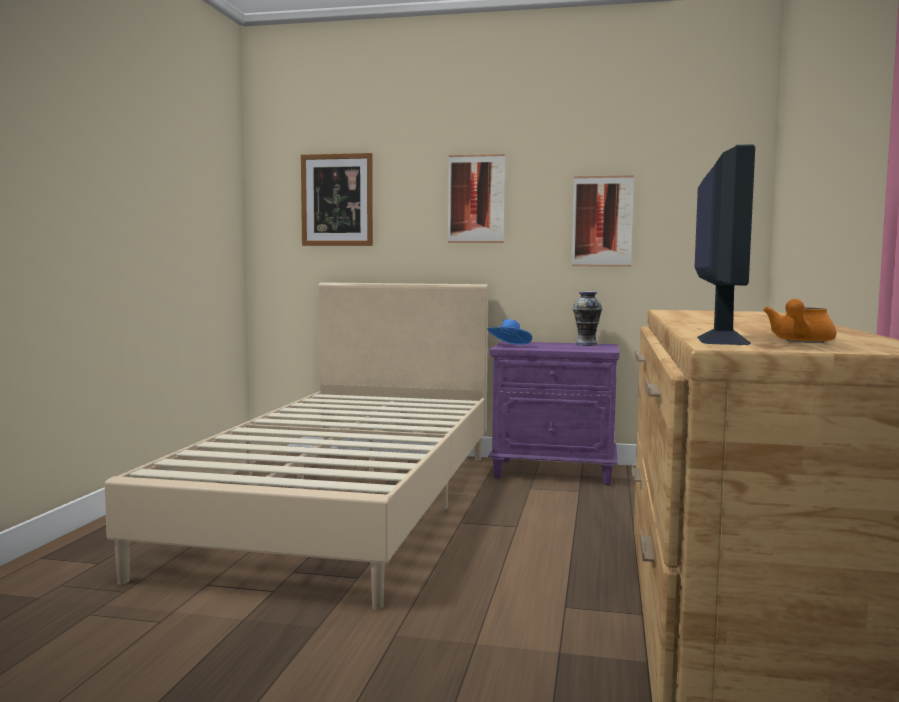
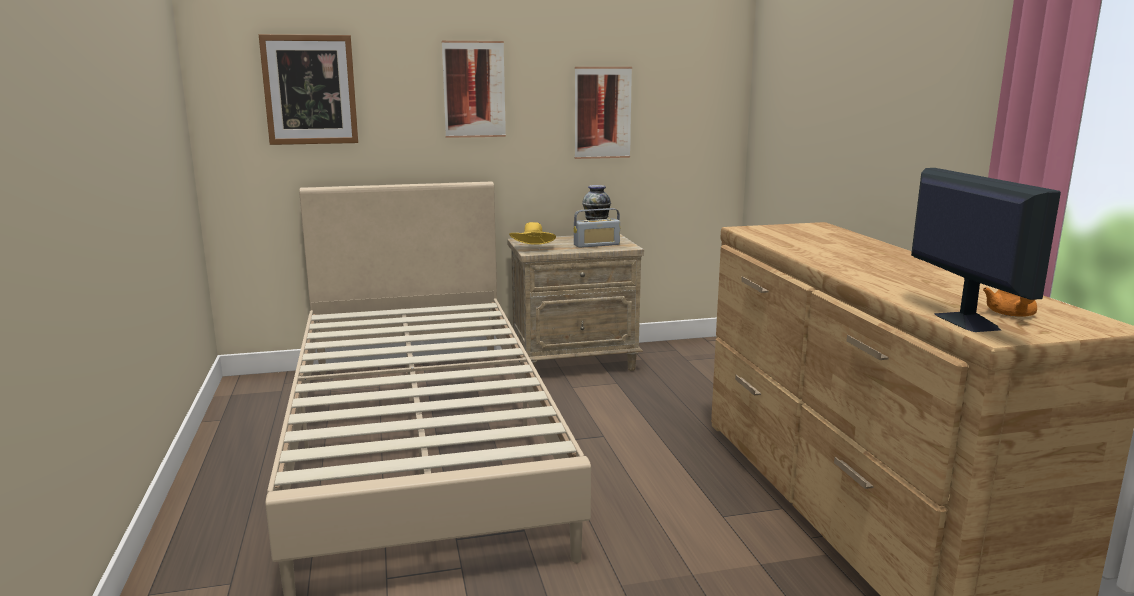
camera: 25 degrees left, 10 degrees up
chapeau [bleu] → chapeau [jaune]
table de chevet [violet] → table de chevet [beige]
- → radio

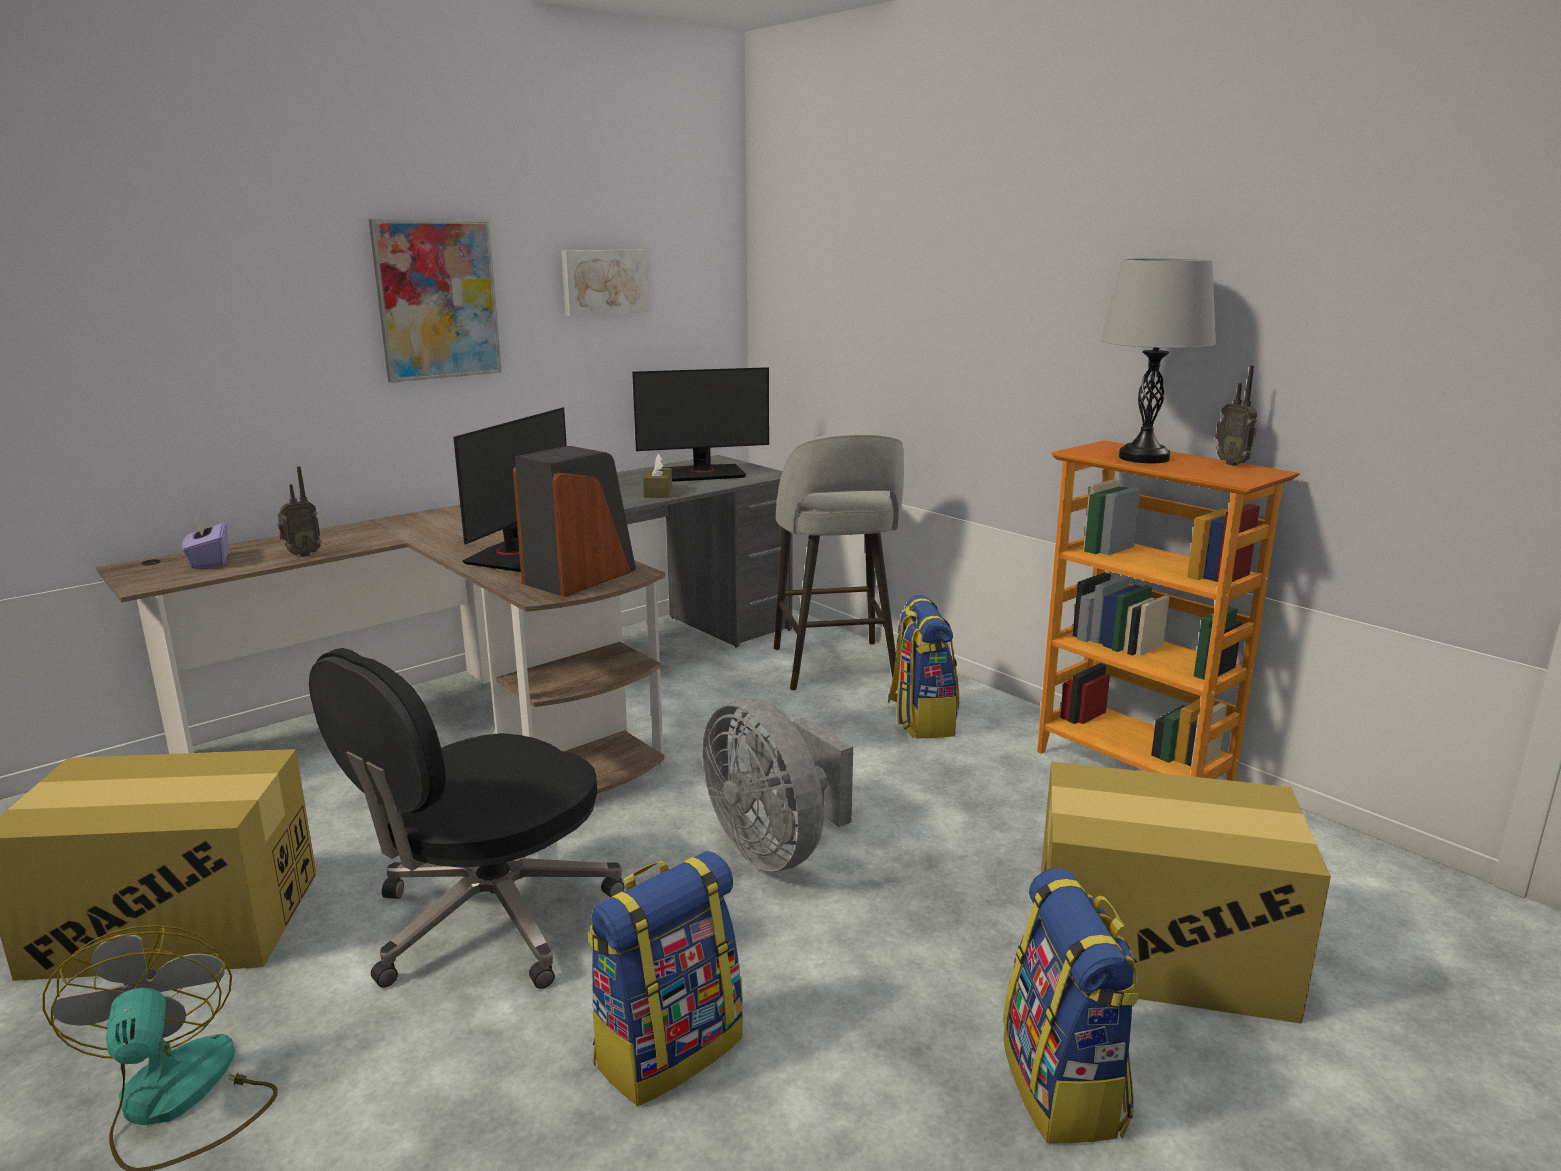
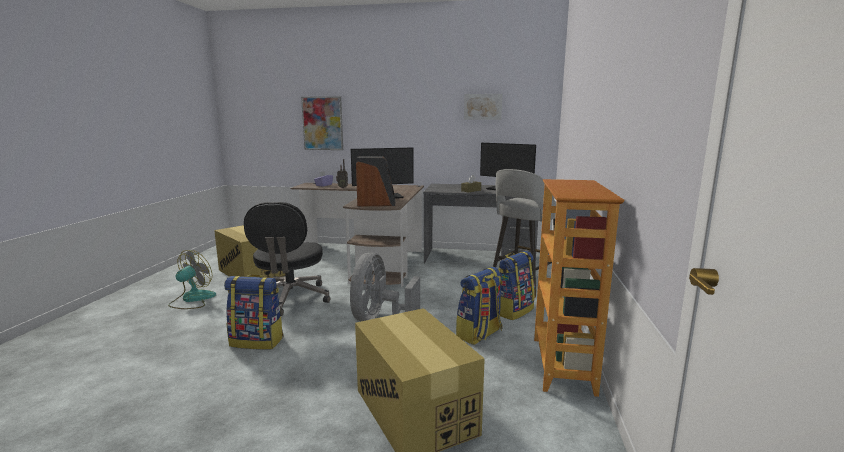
camera: 50 degrees right, 5 degrees down
chaise de bureau [noir], 90 degrees counterclockwise
tableau (1st from left), moved
sac à dos (3rd from left in the first image) → sac à dos (2nd from left), moved
lampe de table [gris] → -
radio (2nd from left) → -

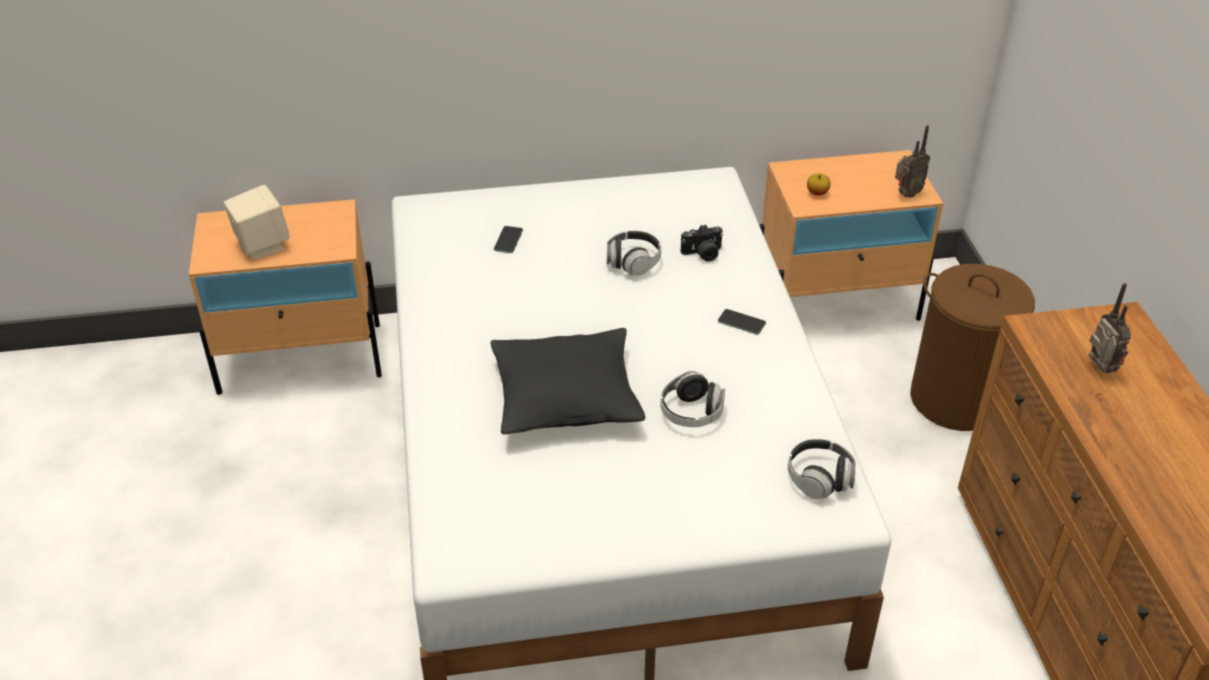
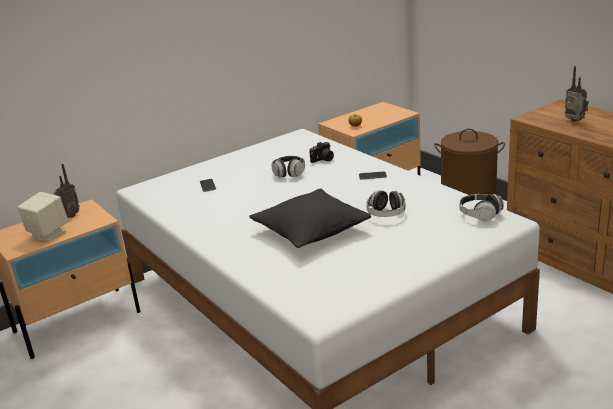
camera: 25 degrees left, 15 degrees down
radio (1st from left), moved

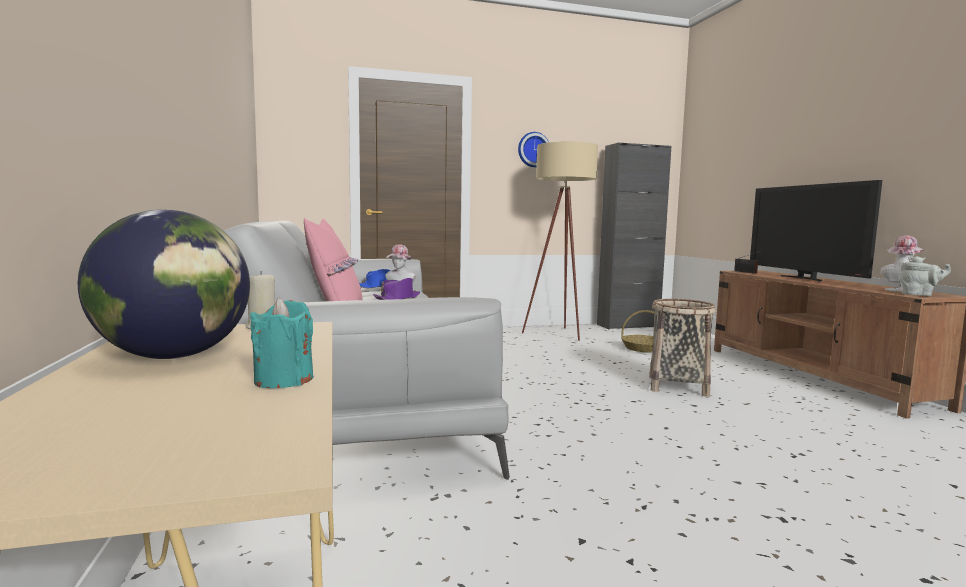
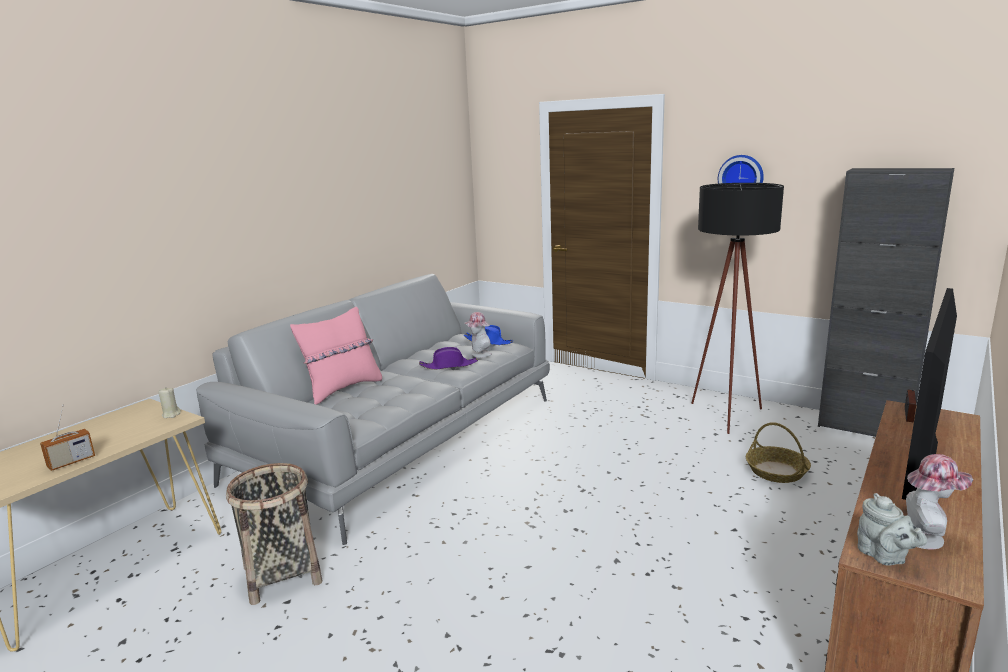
camera: 50 degrees right, 10 degrees up
globe → -
bougie [turquoise] → radio (1st from left)
lampadaire [beige] → lampadaire [noir]
panier (2nd from left in the first image) → panier (1st from left), moved

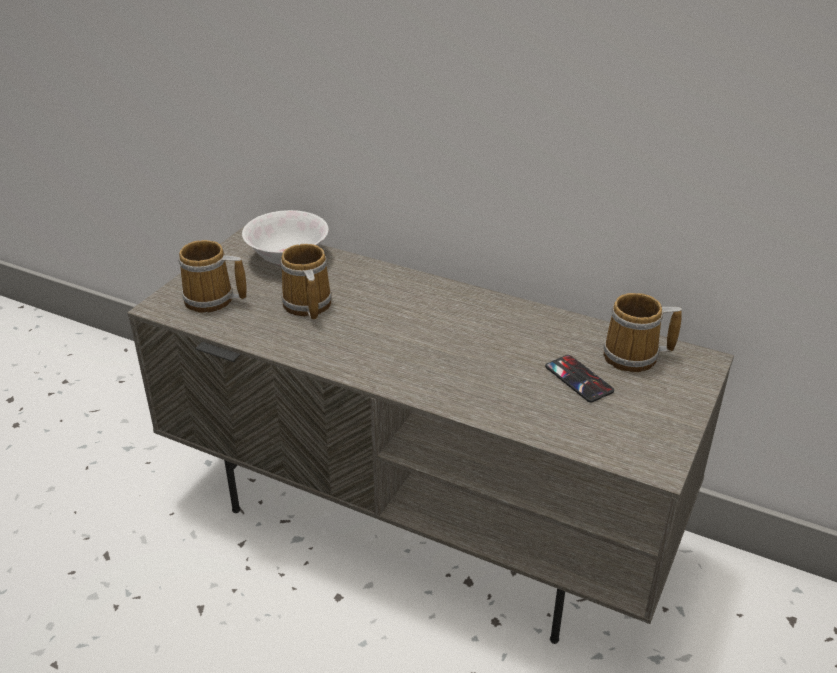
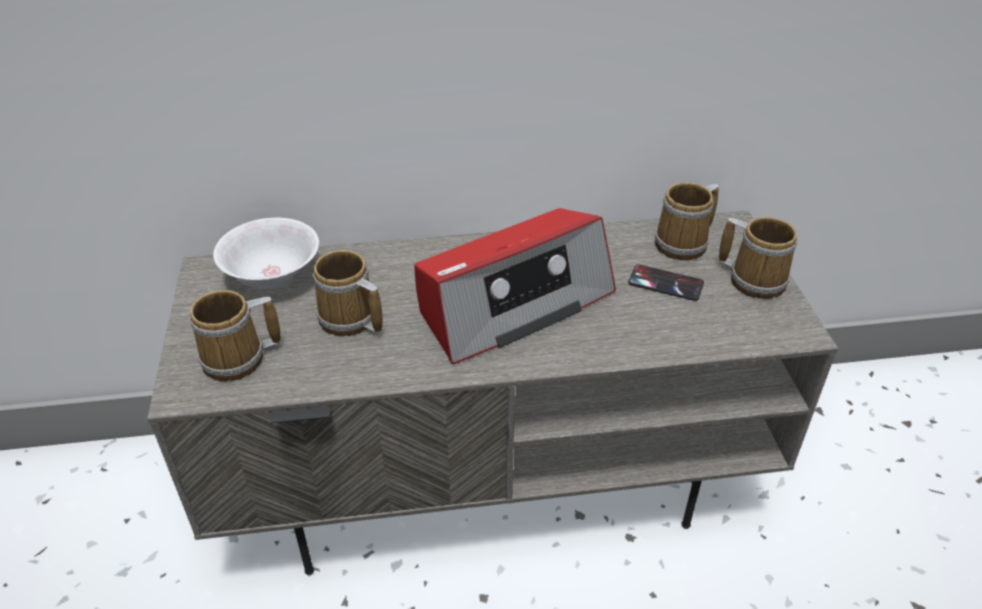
camera: 35 degrees left, 5 degrees up
- → radio
- → mug (4th from left)

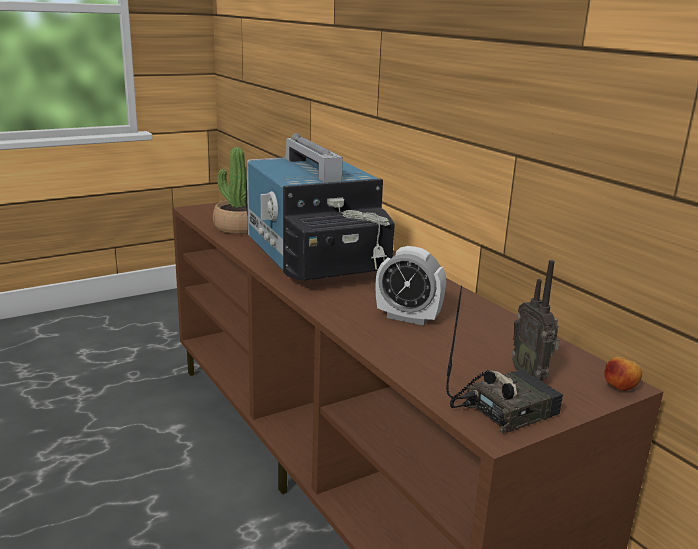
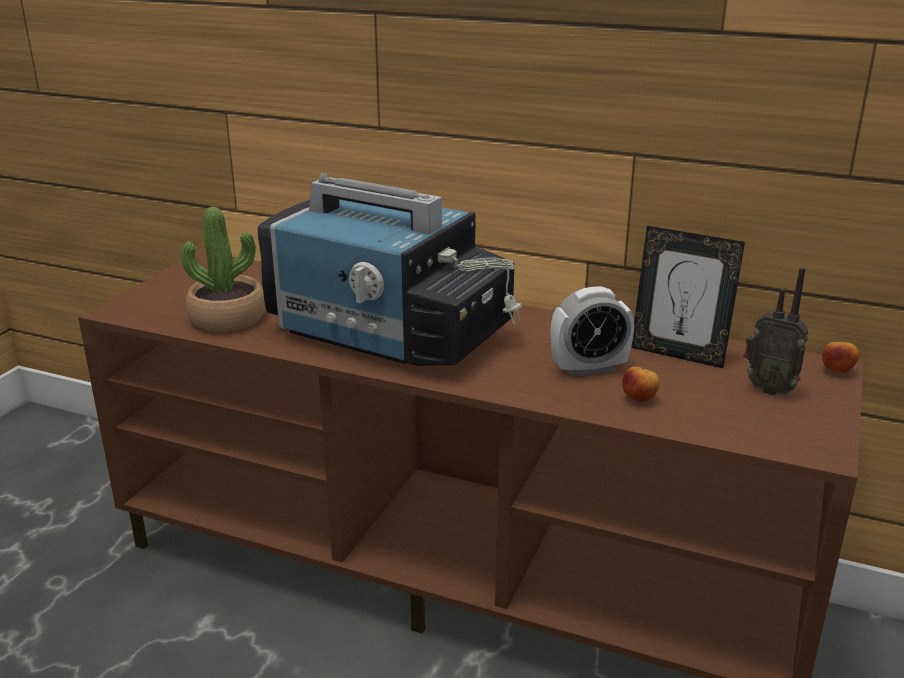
camera: 35 degrees left, 5 degrees up
radio (1st from left) → -
- → pomme (1st from left)
- → cadre photo

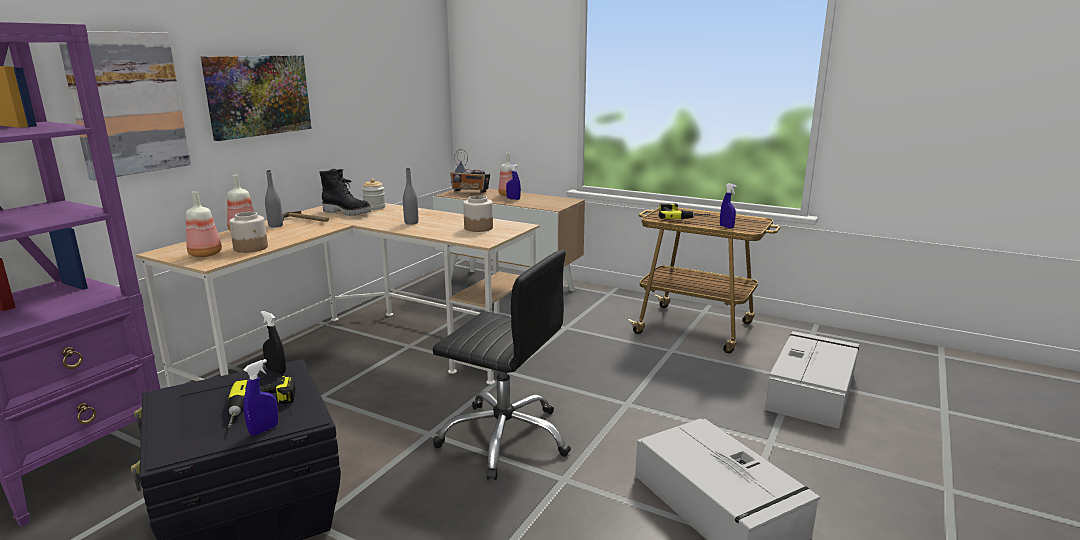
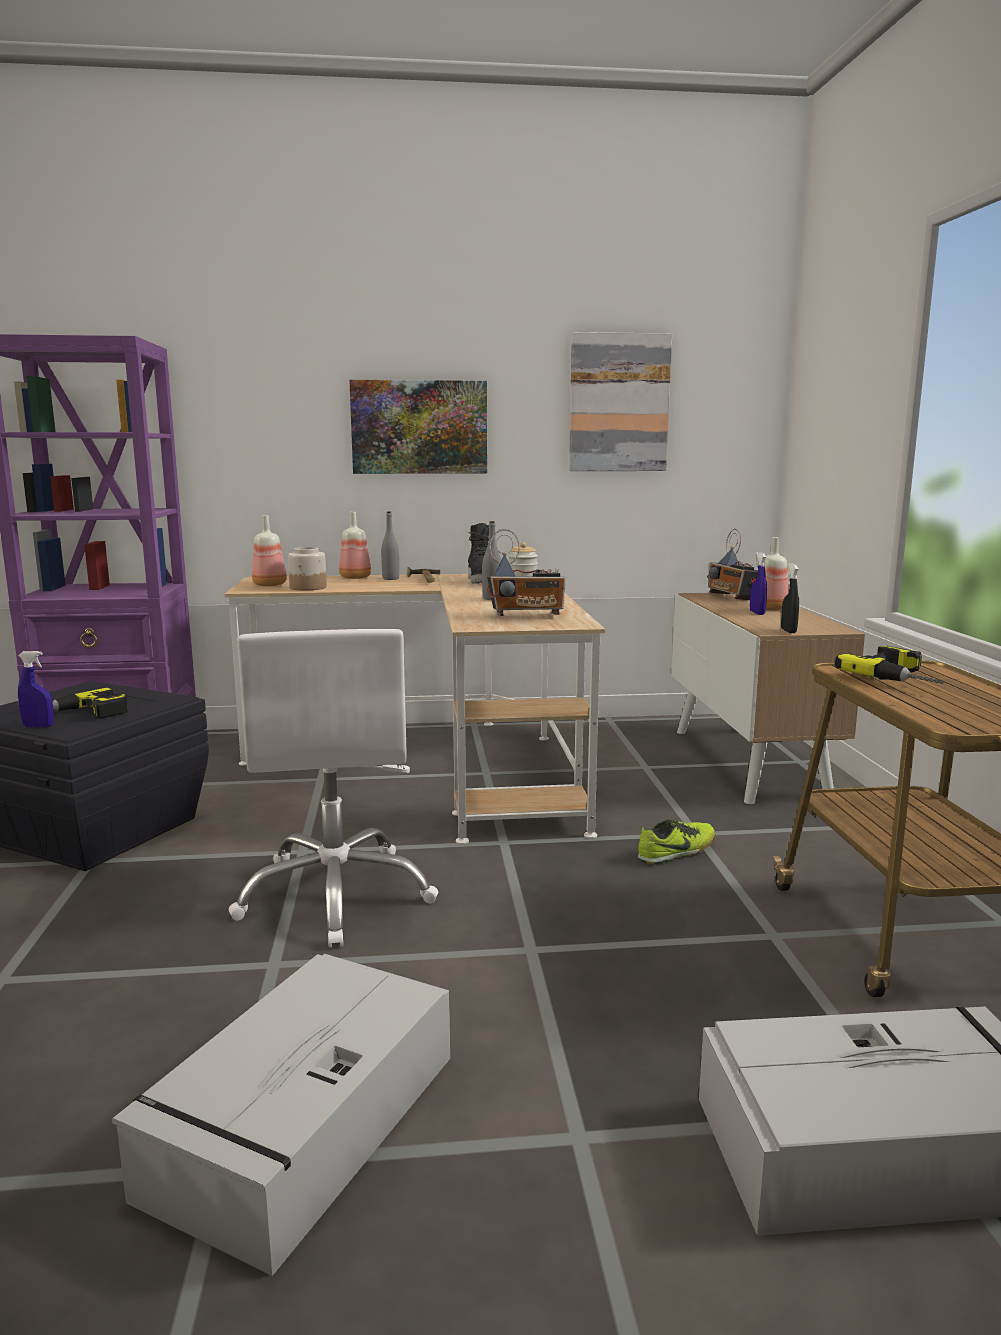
camera: 55 degrees right, 5 degrees down
tableau (1st from left in the first image) → tableau (2nd from left), moved
vaporisateur [noir], moved
chaise de bureau [noir] → chaise de bureau [blanc]
bocal (3rd from left) → radio (1st from left)
vaporisateur [bleu] (3rd from left) → -
- → chaussure

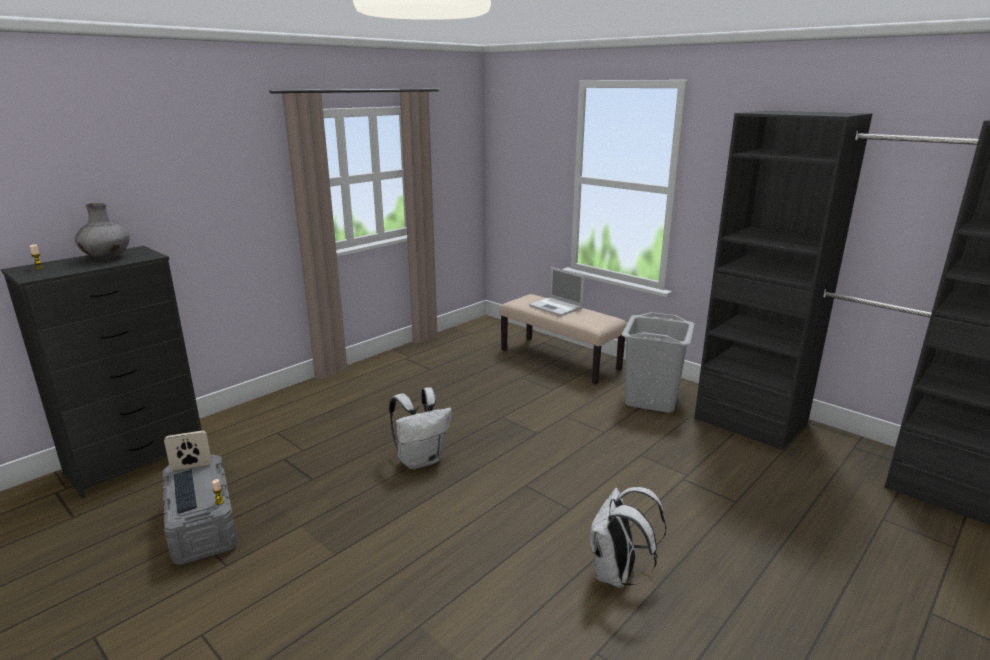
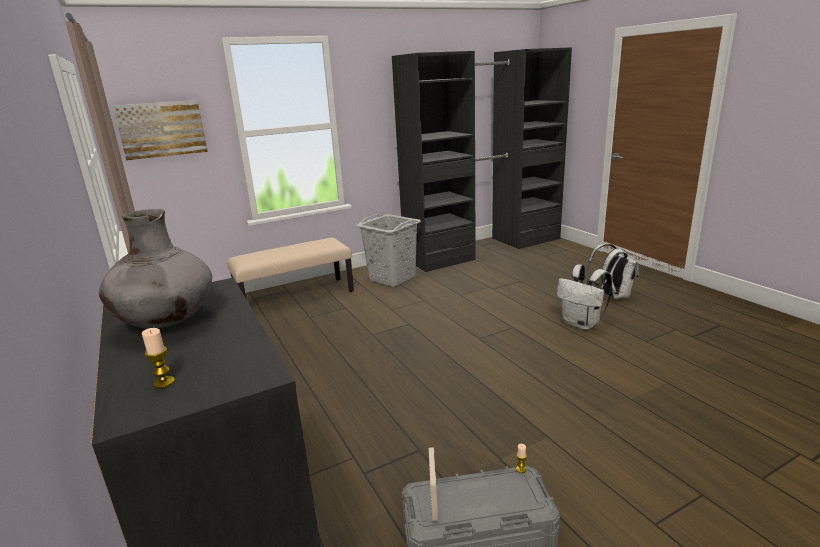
camera: 70 degrees left, 0 degrees up
clavier → -
sac à dos [blanc] (1st from left in the first image) → sac à dos [blanc] (2nd from left), moved
ordinateur portable → -
- → tableau

